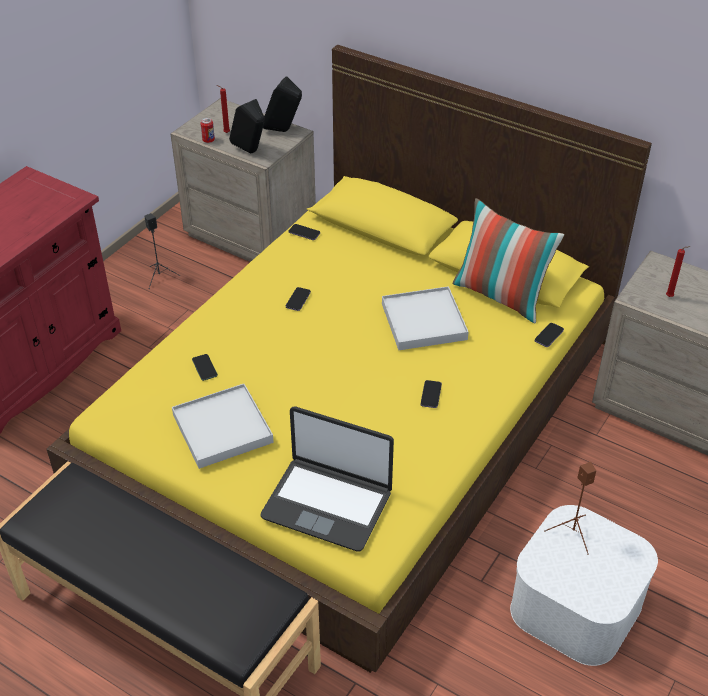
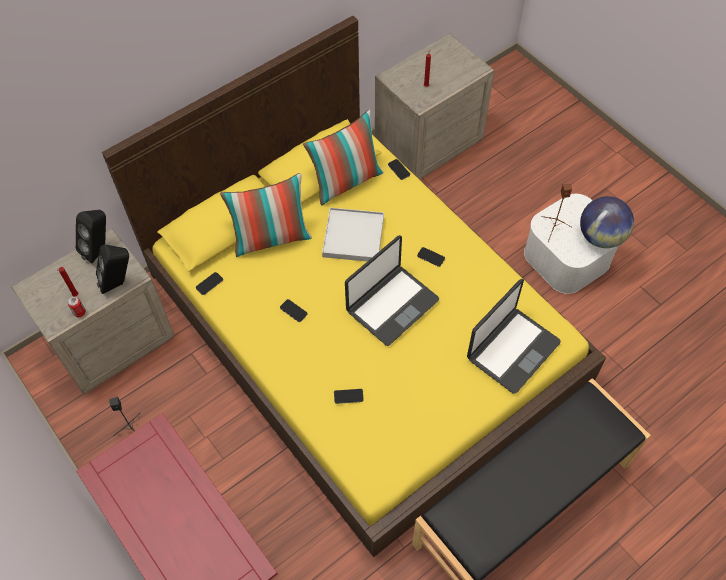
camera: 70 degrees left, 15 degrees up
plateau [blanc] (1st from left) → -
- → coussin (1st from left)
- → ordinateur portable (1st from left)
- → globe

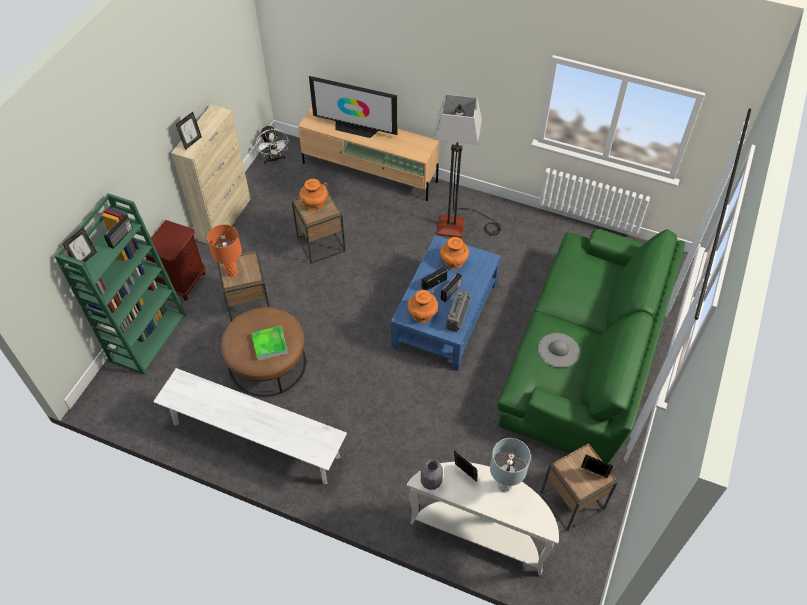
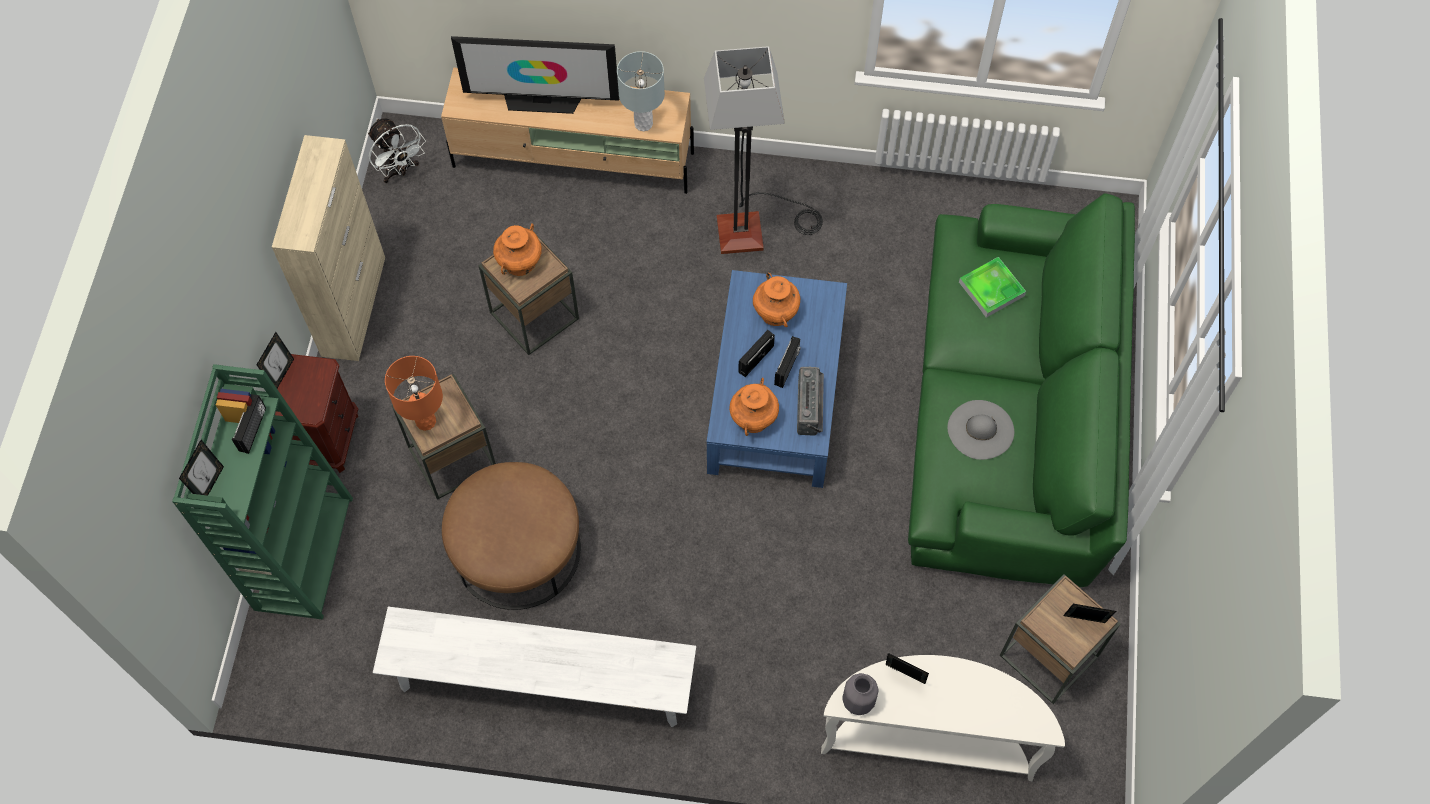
camera: 15 degrees left, 10 degrees up
cadre photo (2nd from left), moved
plateau, moved
lampe de table [gris], moved

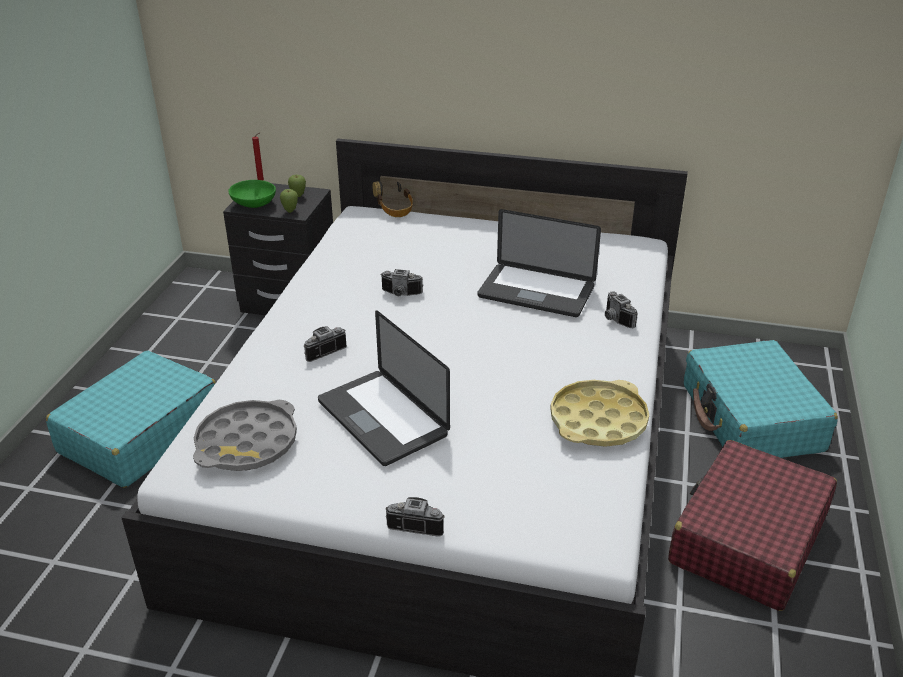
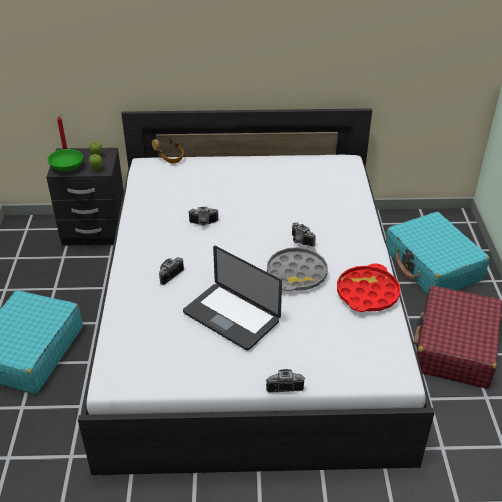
camera: 15 degrees left, 5 degrees up
plateau [gris], moved
ordinateur portable (2nd from left) → -
plateau [jaune] → plateau [rouge]
appareil photo (4th from left), moved

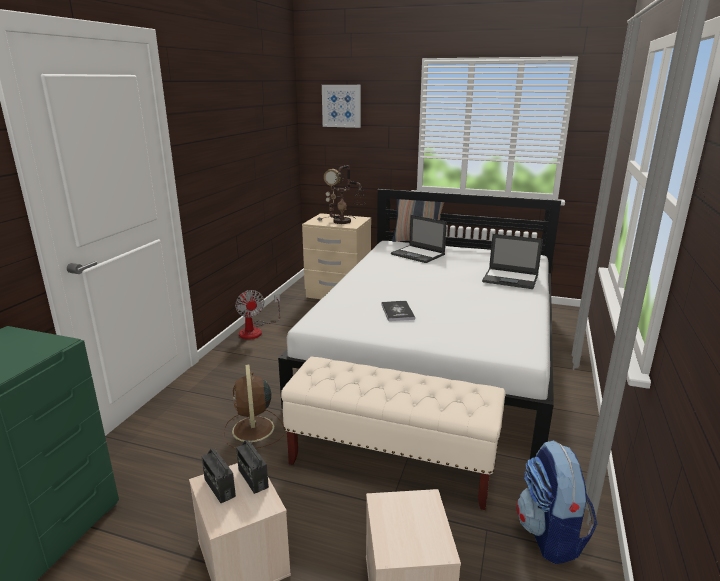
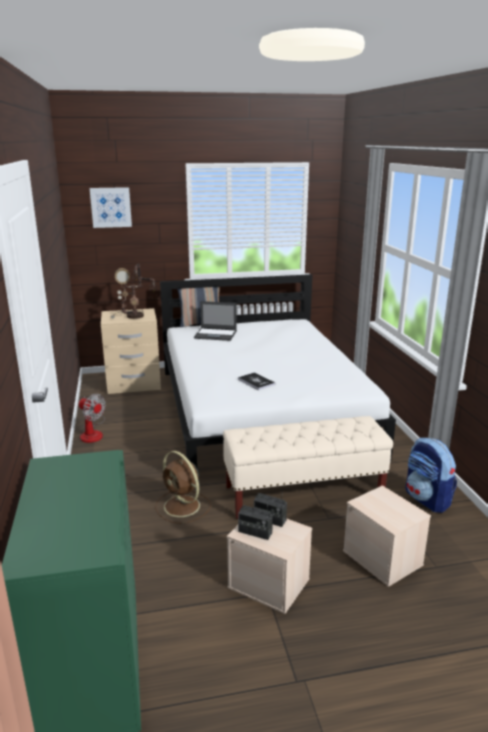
camera: 30 degrees left, 0 degrees up
ordinateur portable (2nd from left) → -

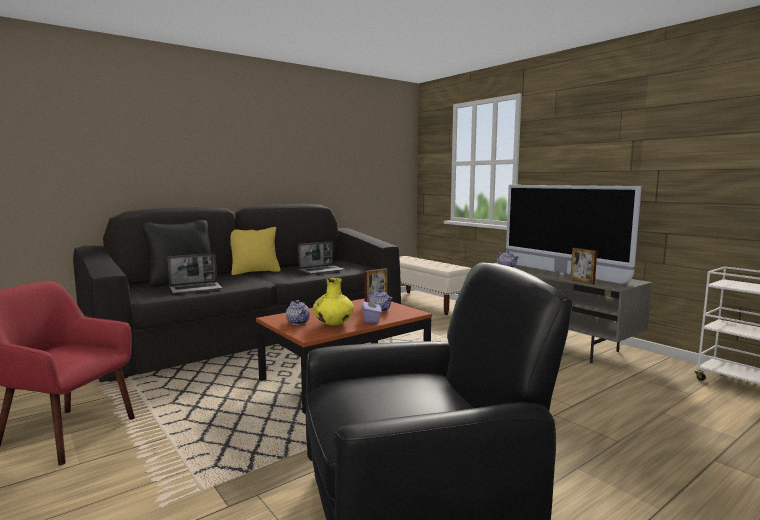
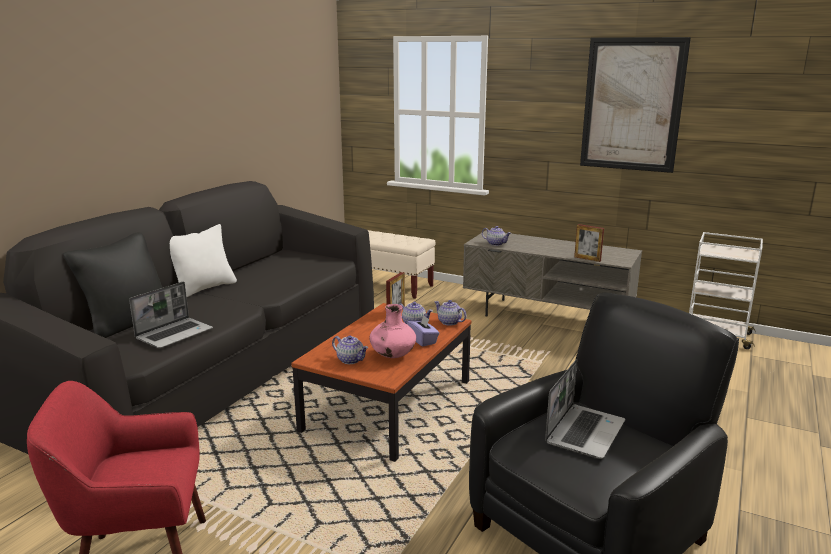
camera: 25 degrees left, 10 degrees up
coussin [jaune] → coussin [blanc]
ordinateur portable (2nd from left), moved
vase [jaune] → vase [rose]
téléviseur → -
- → théière (3rd from left)
- → tableau

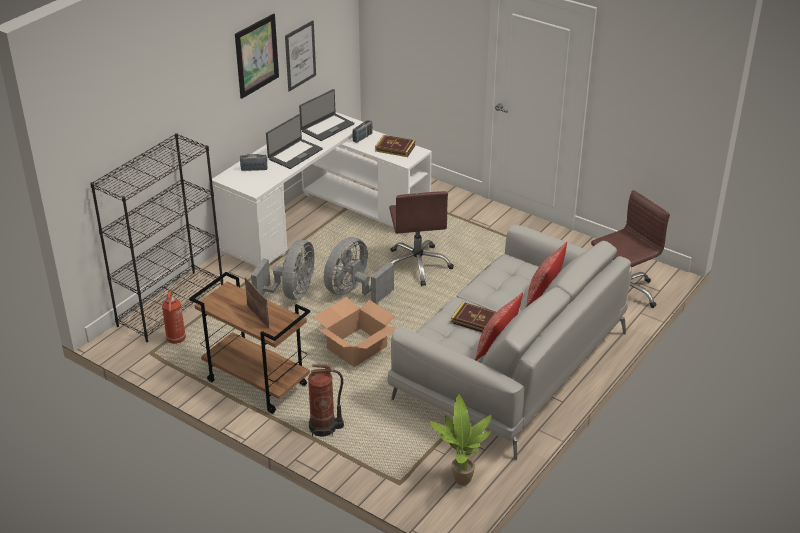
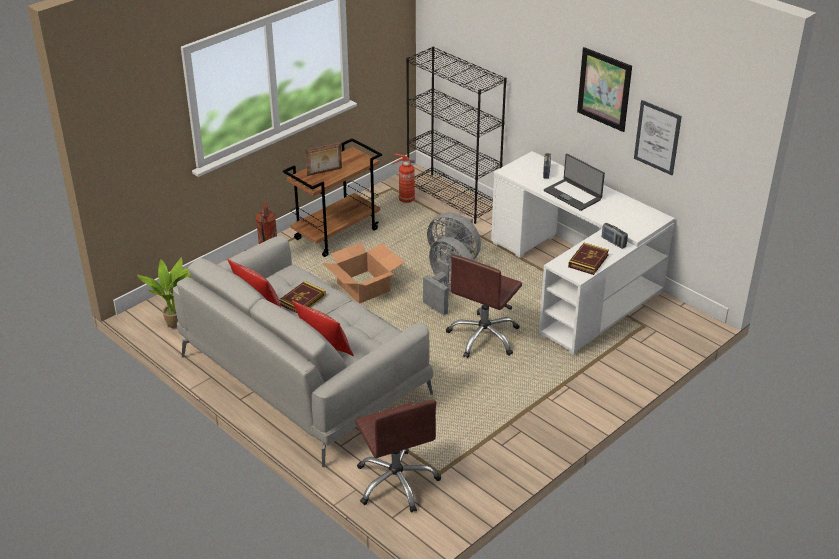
camera: 100 degrees right, 0 degrees up
ordinateur portable (2nd from left) → -
chaise de bureau [marron] (1st from left in the first image) → chaise de bureau [marron] (2nd from left), 60 degrees counterclockwise

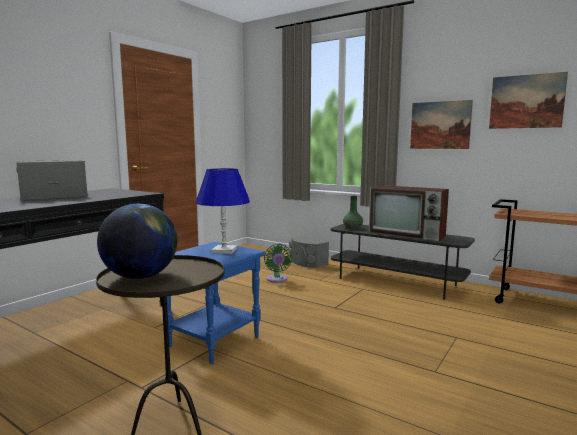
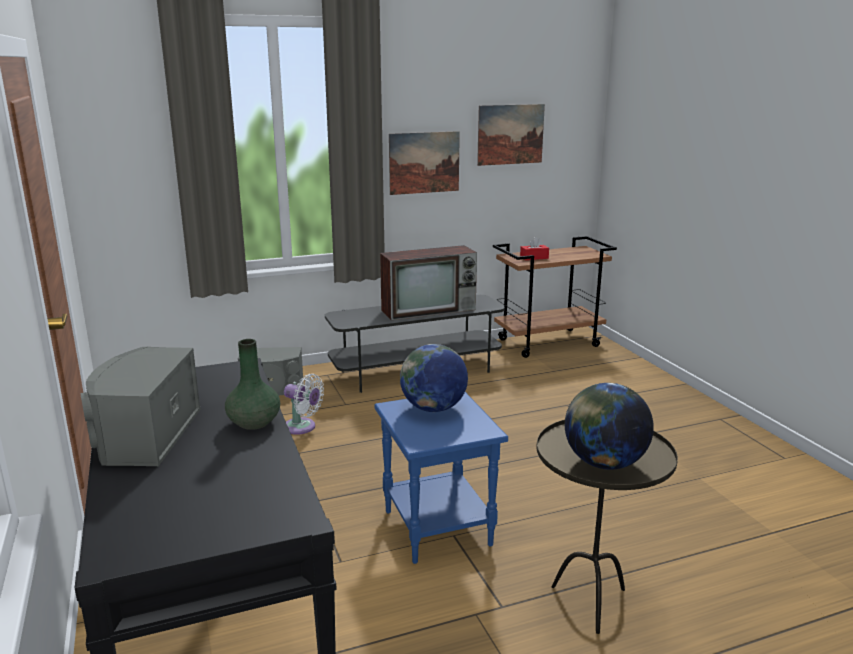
camera: 55 degrees left, 10 degrees up
lampe de table [bleu] → globe (1st from left)
ventilateur [vert] → ventilateur [blanc]
vase [vert], moved
- → boîte à mouchoirs [rouge]

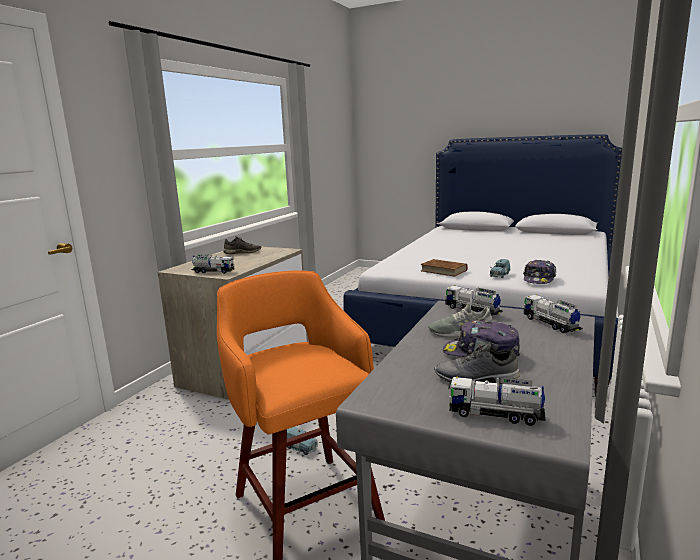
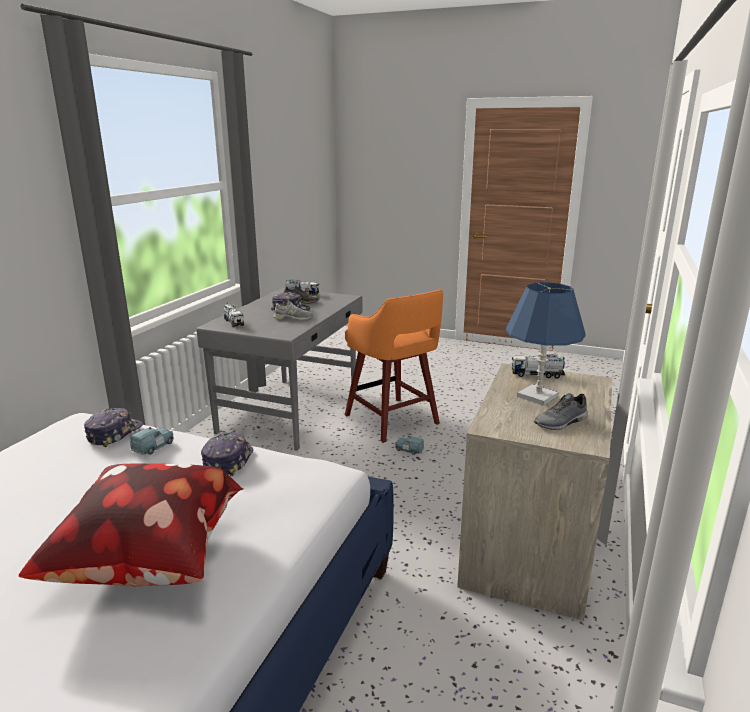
camera: 175 degrees right, 5 degrees up
livre [marron] → casquette (2nd from left)
camion jouet (2nd from left) → -
- → coussin
- → lampe de table [bleu]

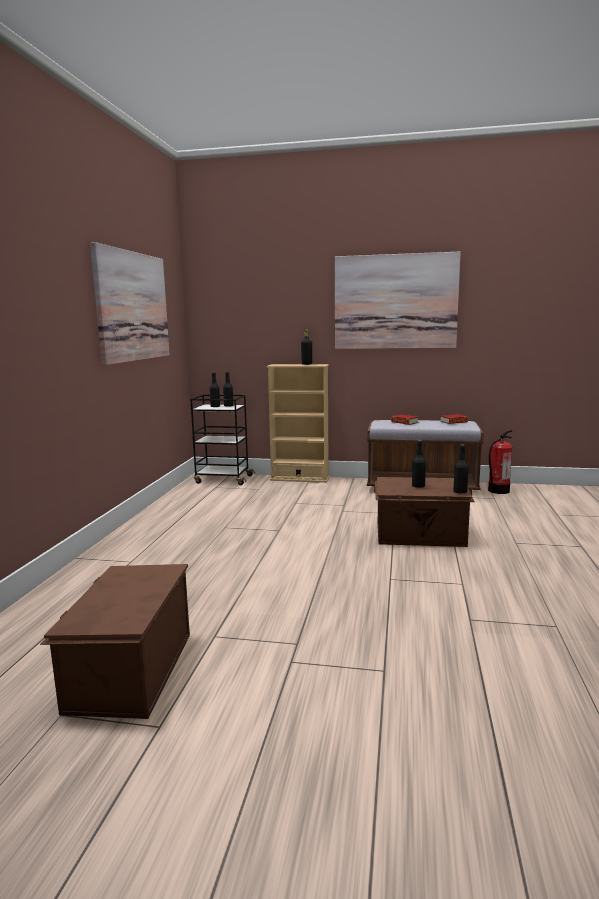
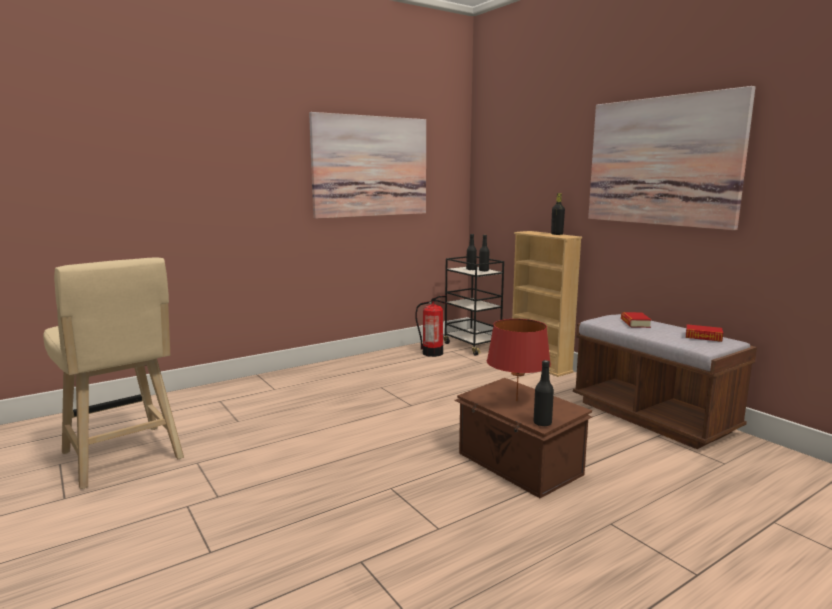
camera: 45 degrees right, 0 degrees up
boîte de rangement [marron] (1st from left) → tabouret [beige]
bouteille [noir] (4th from left) → lampe de table [rouge]
extincteur, moved

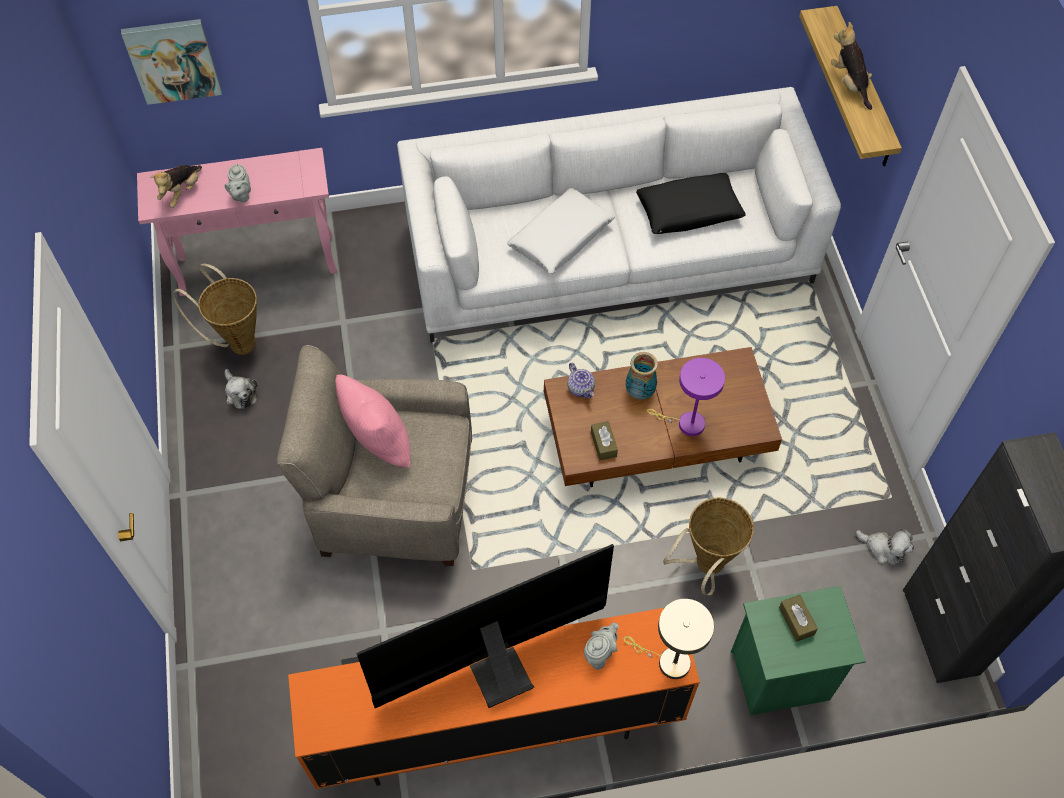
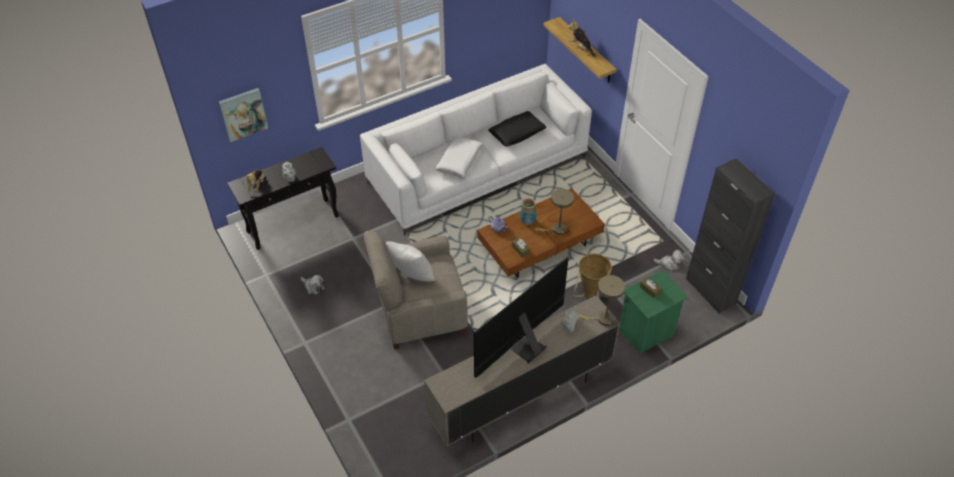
camera: 20 degrees left, 10 degrees down
table console [rose] → table console [noir]
panier (1st from left) → -
meuble télé [orange] → meuble télé [beige]
coussin [rose] → coussin [blanc] (1st from left)
lampe de table [violet] → lampe de table [beige] (1st from left)

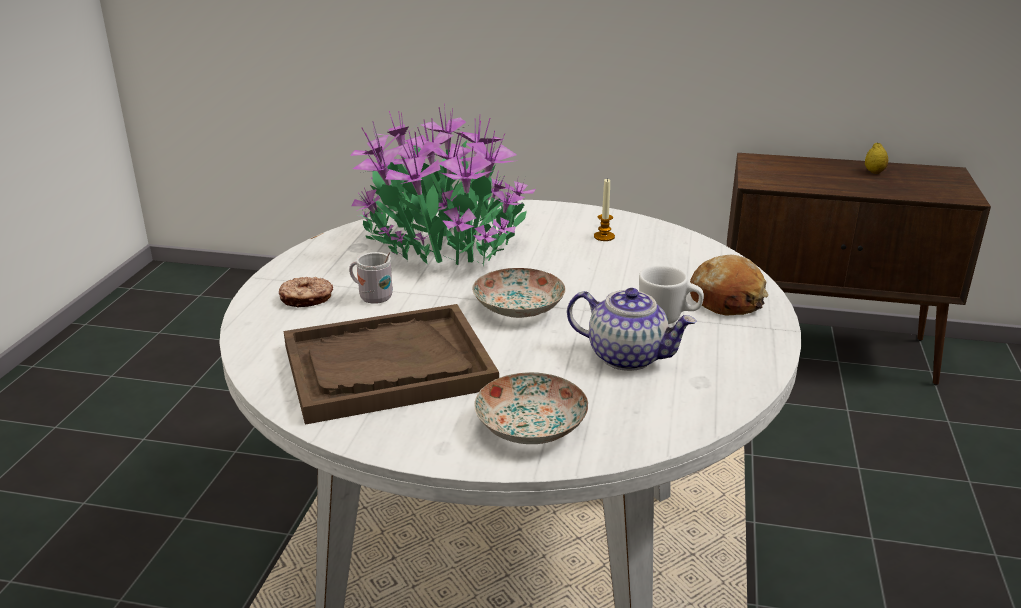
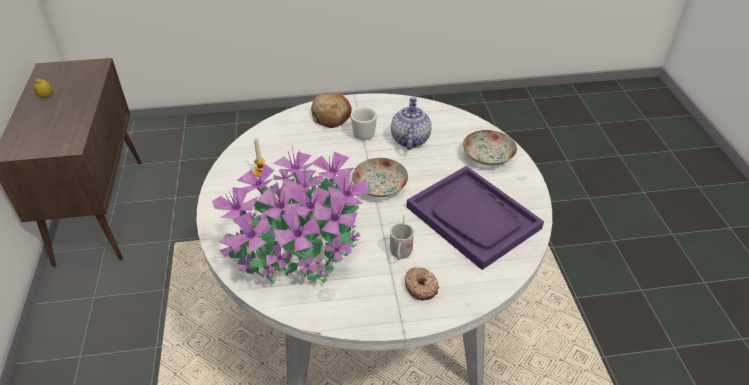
camera: 110 degrees left, 15 degrees up
plateau [marron] → plateau [violet]

